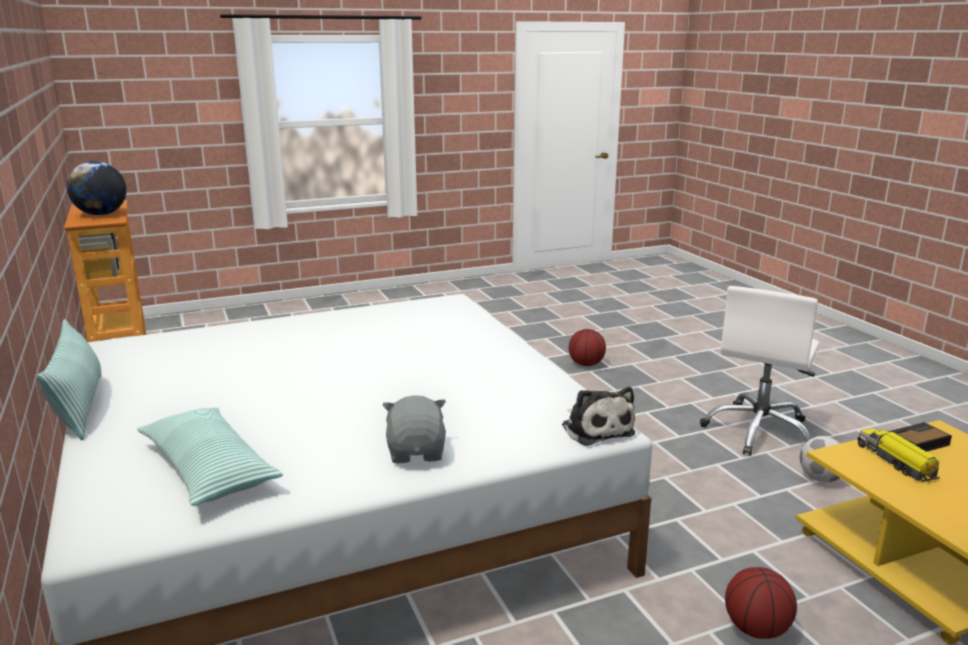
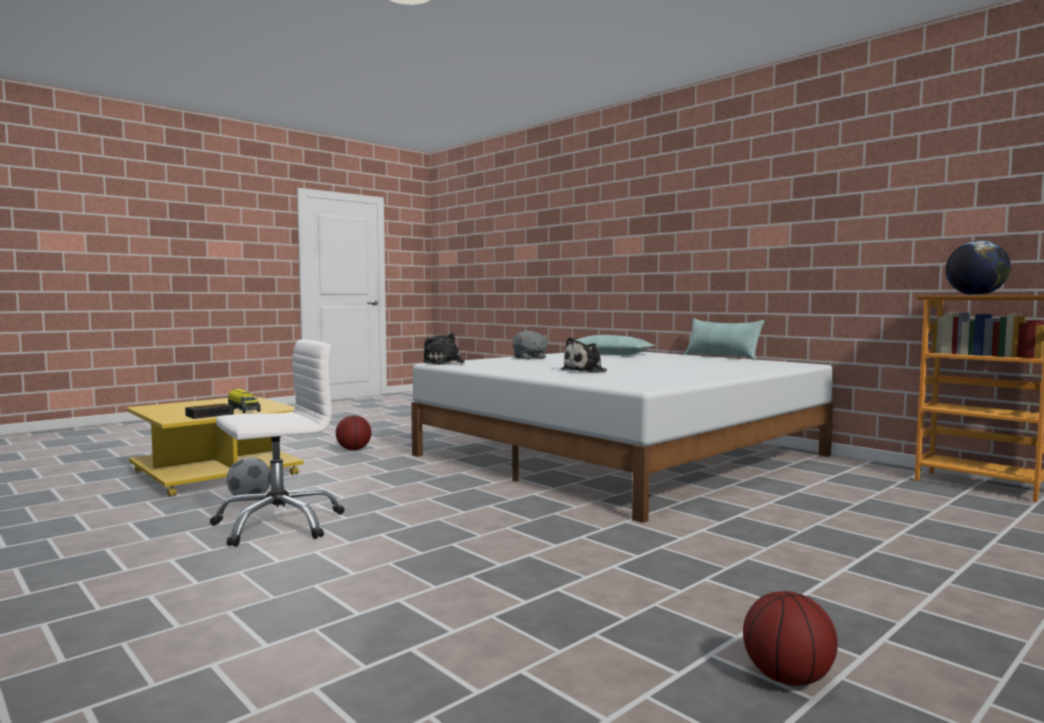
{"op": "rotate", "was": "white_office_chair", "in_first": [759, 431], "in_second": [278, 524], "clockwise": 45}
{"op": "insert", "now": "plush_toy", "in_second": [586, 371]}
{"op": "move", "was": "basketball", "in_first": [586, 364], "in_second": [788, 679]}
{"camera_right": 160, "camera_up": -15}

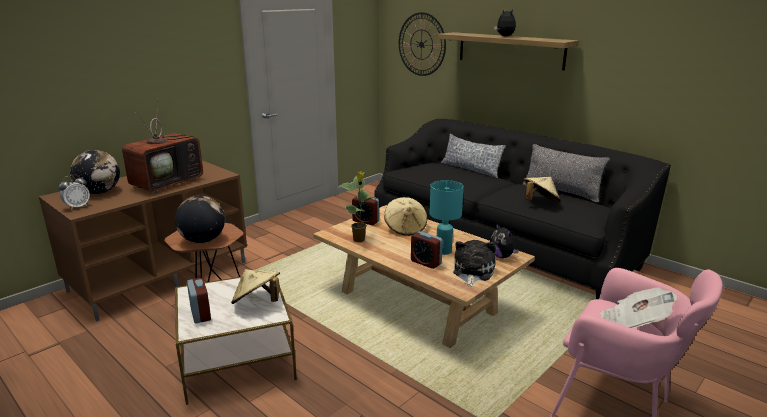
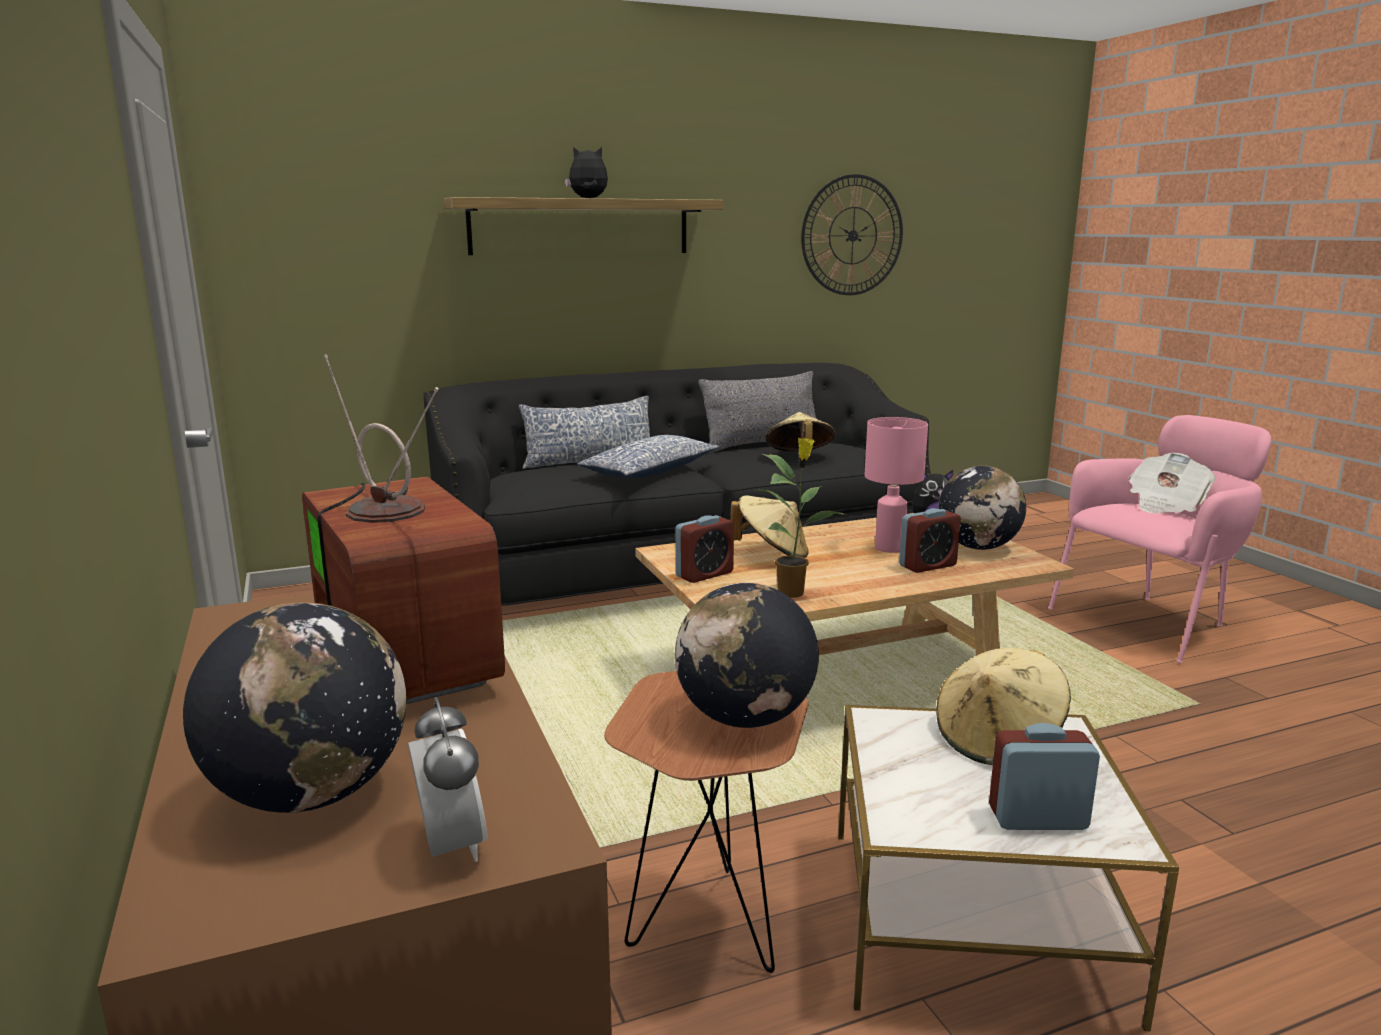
{"op": "insert", "now": "pillow", "in_second": [649, 471]}
{"op": "move", "was": "wall_clock", "in_first": [421, 44], "in_second": [852, 235]}
{"op": "recolor", "was": "turquoise_table_lamp", "now": "pink_table_lamp", "in_first": [444, 251], "in_second": [890, 548]}
{"op": "replace", "was": "plush_toy", "now": "globe", "in_first": [472, 272], "in_second": [978, 547]}
{"camera_right": -65, "camera_up": -5}

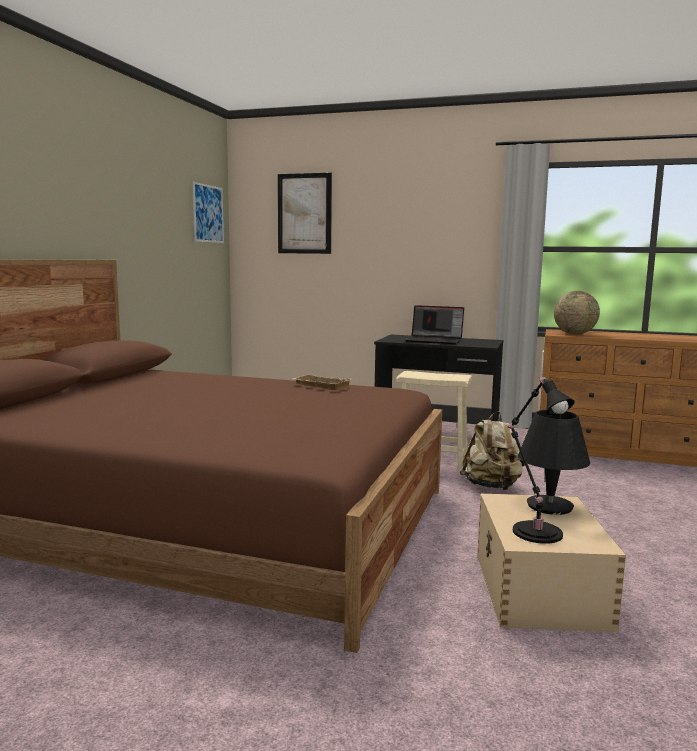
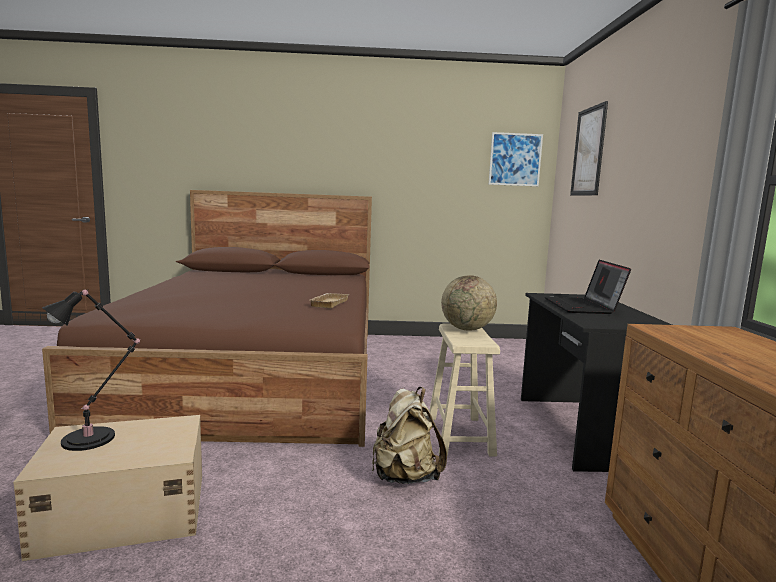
{"op": "move", "was": "globe", "in_first": [574, 334], "in_second": [467, 329]}
{"op": "delete", "was": "black_table_lamp", "in_first": [549, 506]}
{"camera_right": 70, "camera_up": 0}

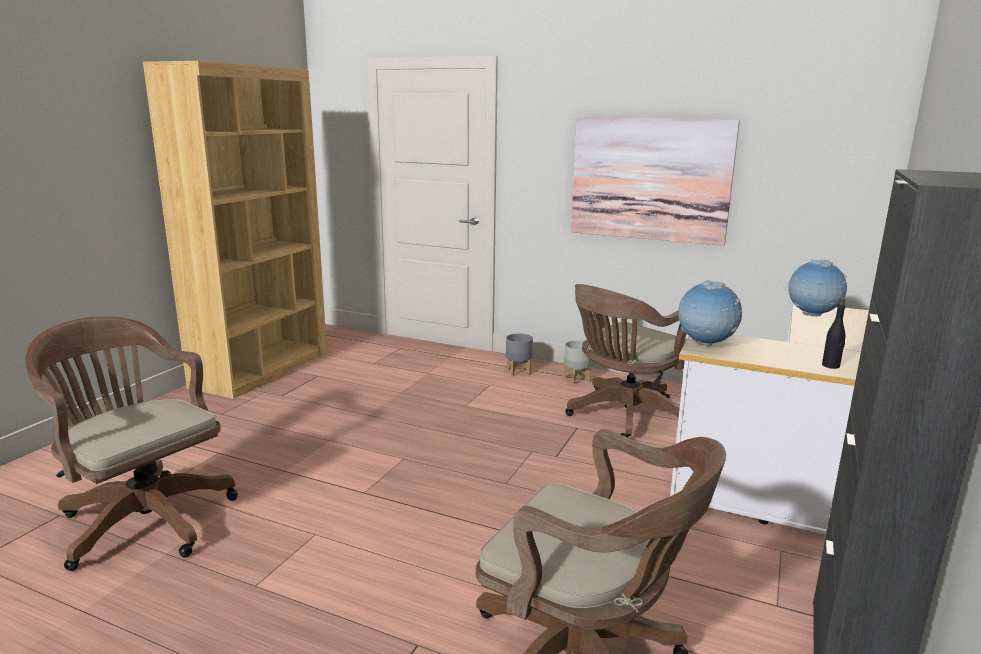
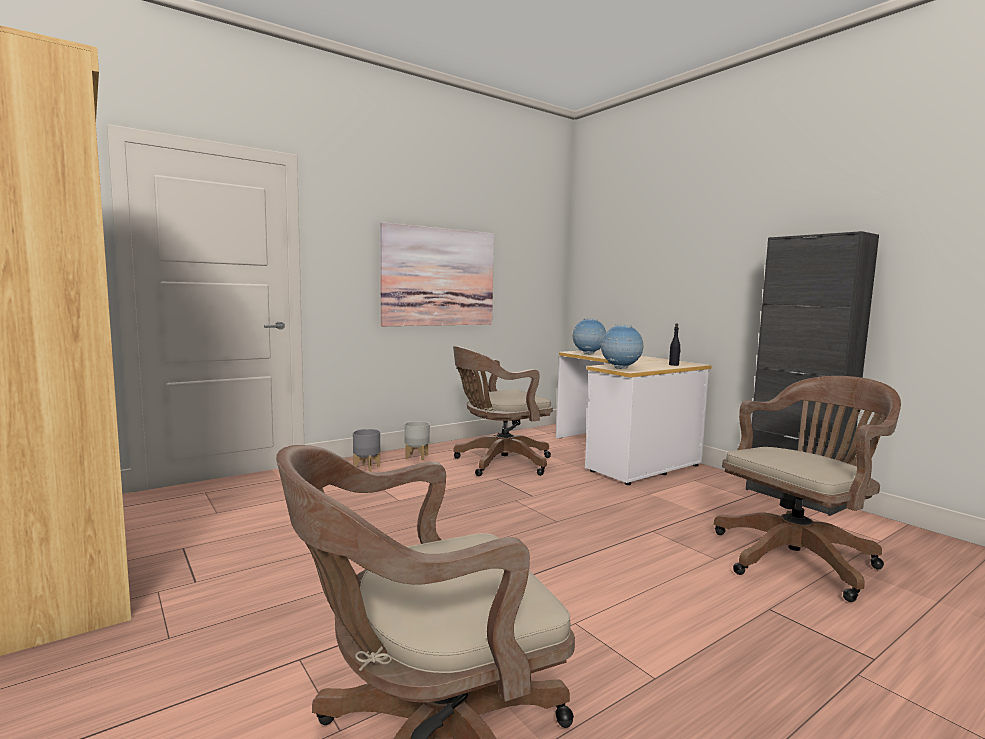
{"op": "rotate", "was": "brown_office_chair", "in_first": [623, 417], "in_second": [499, 463], "clockwise": 75}
{"camera_right": -60, "camera_up": -10}

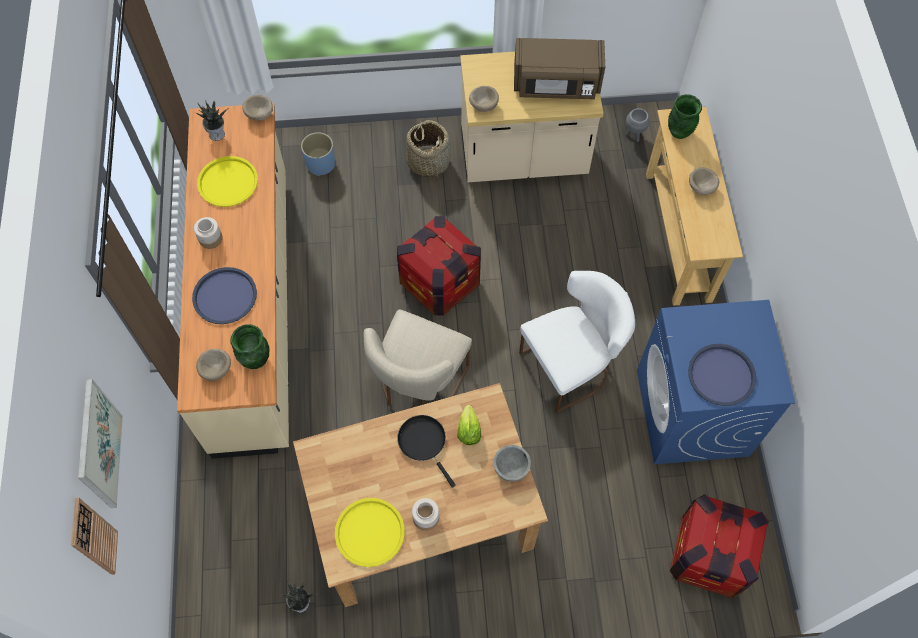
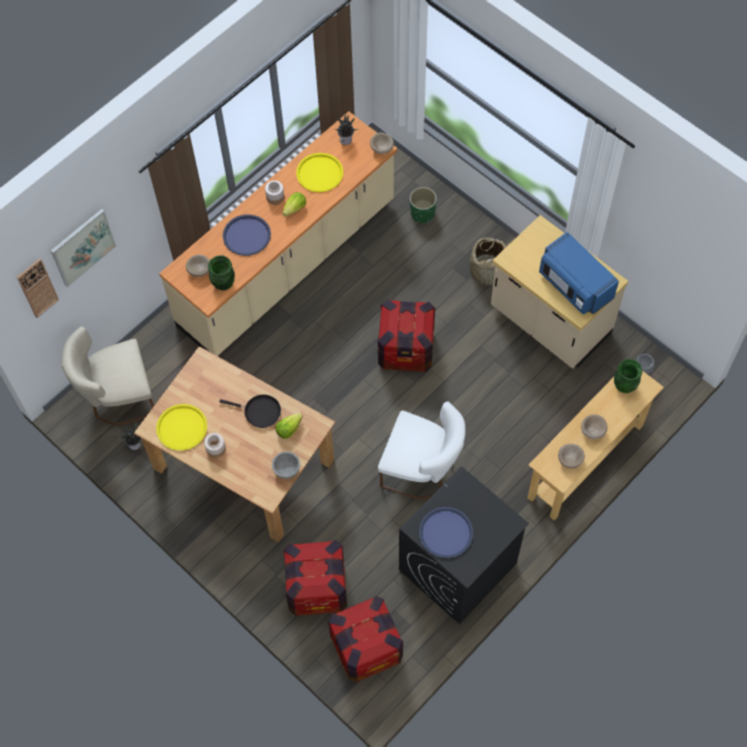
{"op": "move", "was": "beige_chair", "in_first": [419, 385], "in_second": [118, 397]}
{"op": "rotate", "was": "black_frying_pan", "in_first": [424, 443], "in_second": [259, 412], "clockwise": 90}
{"op": "insert", "now": "lettuce", "in_second": [295, 209]}
{"op": "insert", "now": "crate", "in_second": [317, 587]}
{"op": "recolor", "was": "blue_washing_machine", "now": "black_washing_machine", "in_first": [692, 413], "in_second": [457, 567]}
{"op": "recolor", "was": "blue_planter", "now": "green_planter", "in_first": [321, 164], "in_second": [423, 213]}
{"op": "recolor", "was": "brown_microwave", "now": "blue_microwave", "in_first": [556, 85], "in_second": [574, 285]}
{"op": "move", "was": "beige_bowl", "in_first": [483, 104], "in_second": [570, 459]}
{"camera_right": 50, "camera_up": 0}

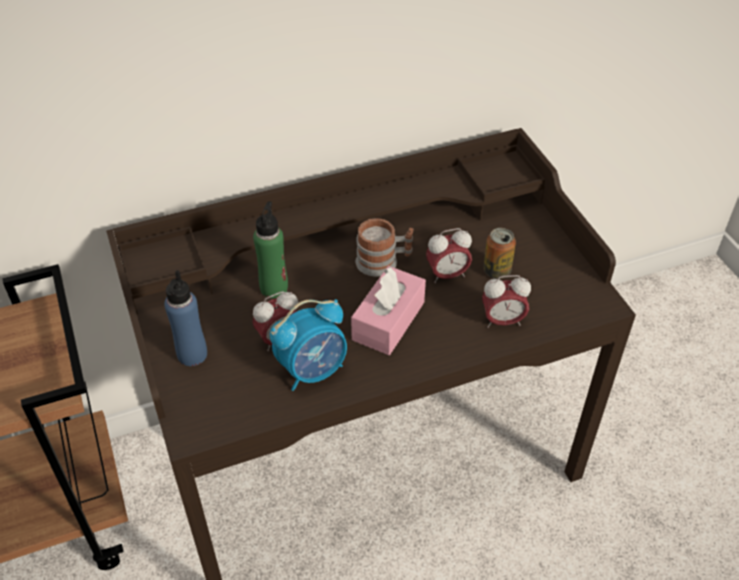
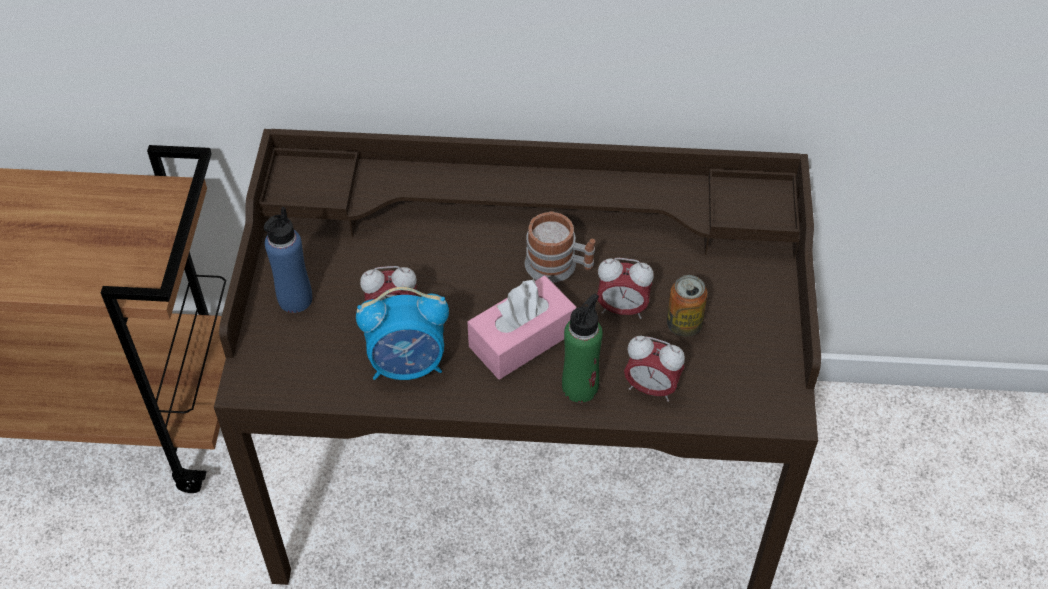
{"op": "move", "was": "green_bottle", "in_first": [274, 288], "in_second": [580, 387]}
{"camera_right": 25, "camera_up": 5}

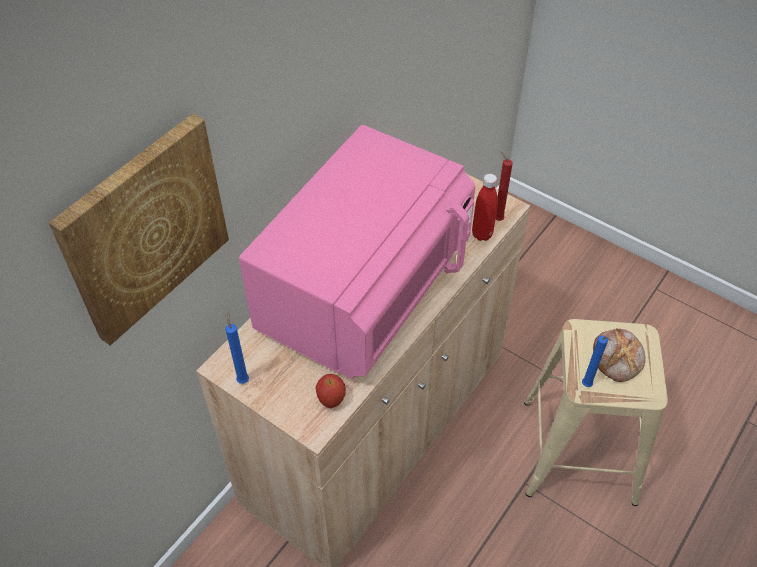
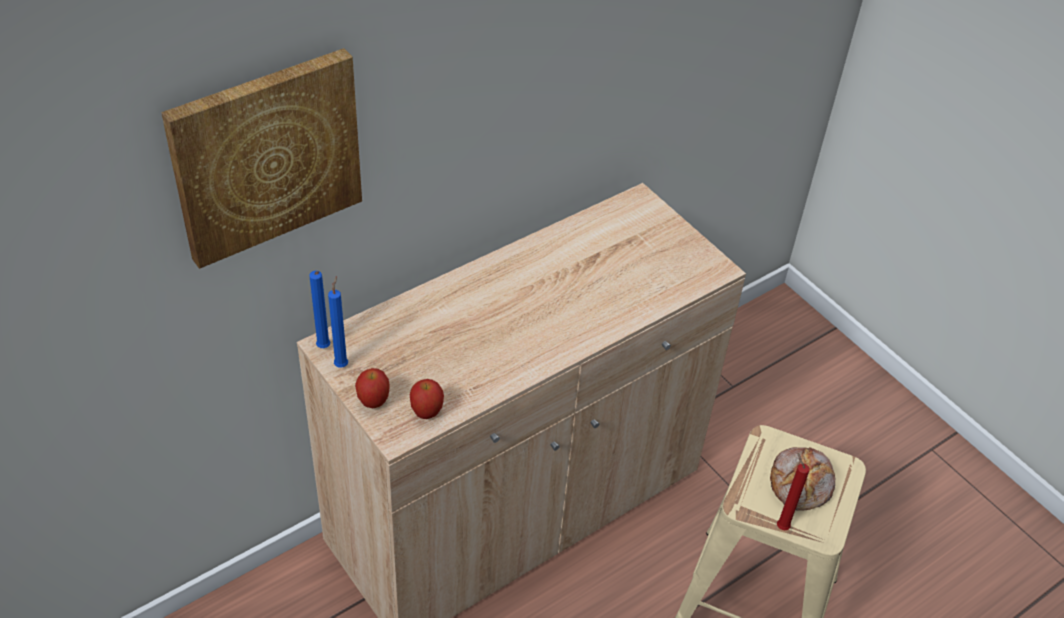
{"op": "move", "was": "blue_candle", "in_first": [587, 386], "in_second": [323, 349]}
{"op": "insert", "now": "apple", "in_second": [373, 402]}
{"op": "move", "was": "red_candle", "in_first": [496, 219], "in_second": [781, 526]}
{"op": "delete", "was": "pink_microwave", "in_first": [365, 291]}
{"op": "delete", "was": "red_bottle", "in_first": [482, 234]}
{"camera_right": 15, "camera_up": -5}

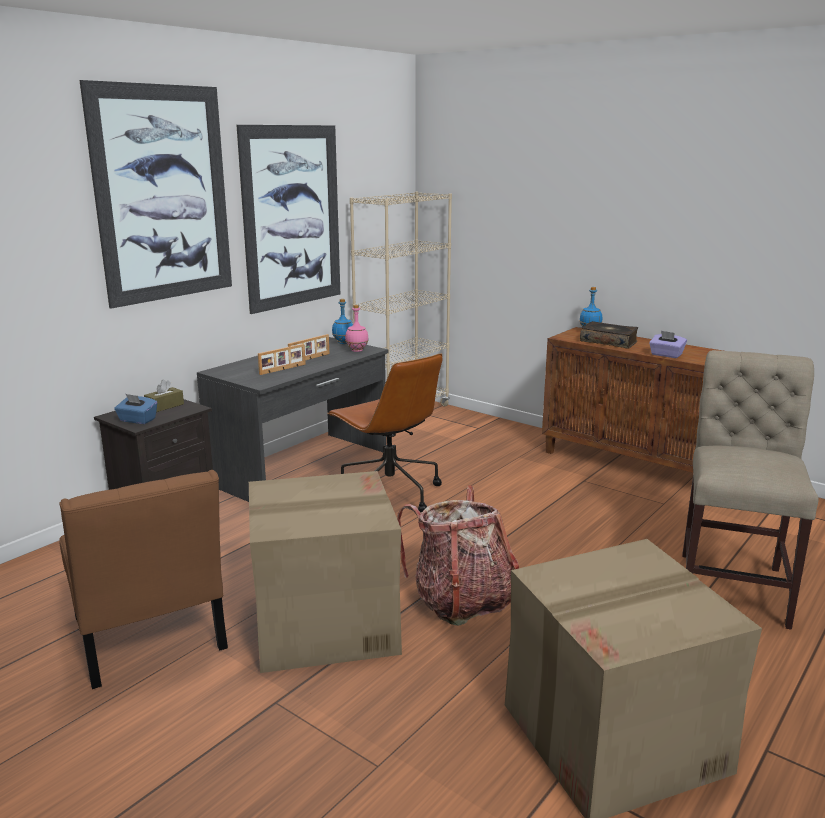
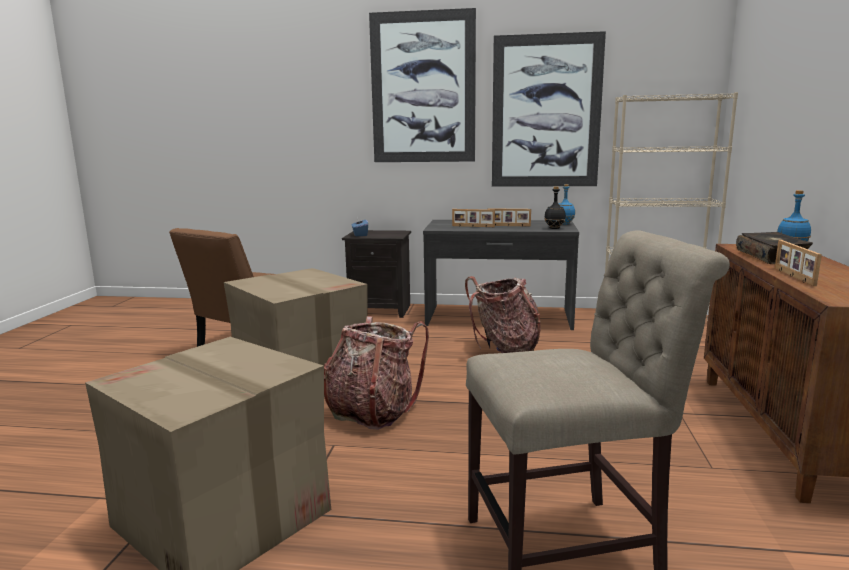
{"op": "replace", "was": "brown_office_chair", "now": "backpack", "in_first": [388, 493], "in_second": [504, 349]}
{"op": "recolor", "was": "pink_bottle", "now": "black_bottle", "in_first": [357, 350], "in_second": [554, 228]}
{"op": "replace", "was": "purple_tissue_box", "now": "picture_frame", "in_first": [666, 355], "in_second": [793, 276]}
{"op": "delete", "was": "brown_tissue_box", "in_first": [164, 406]}
{"camera_right": 60, "camera_up": -5}

